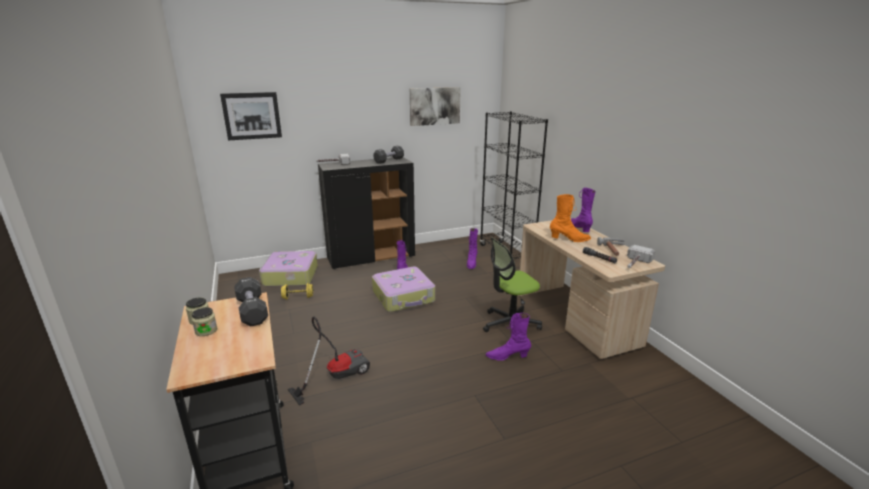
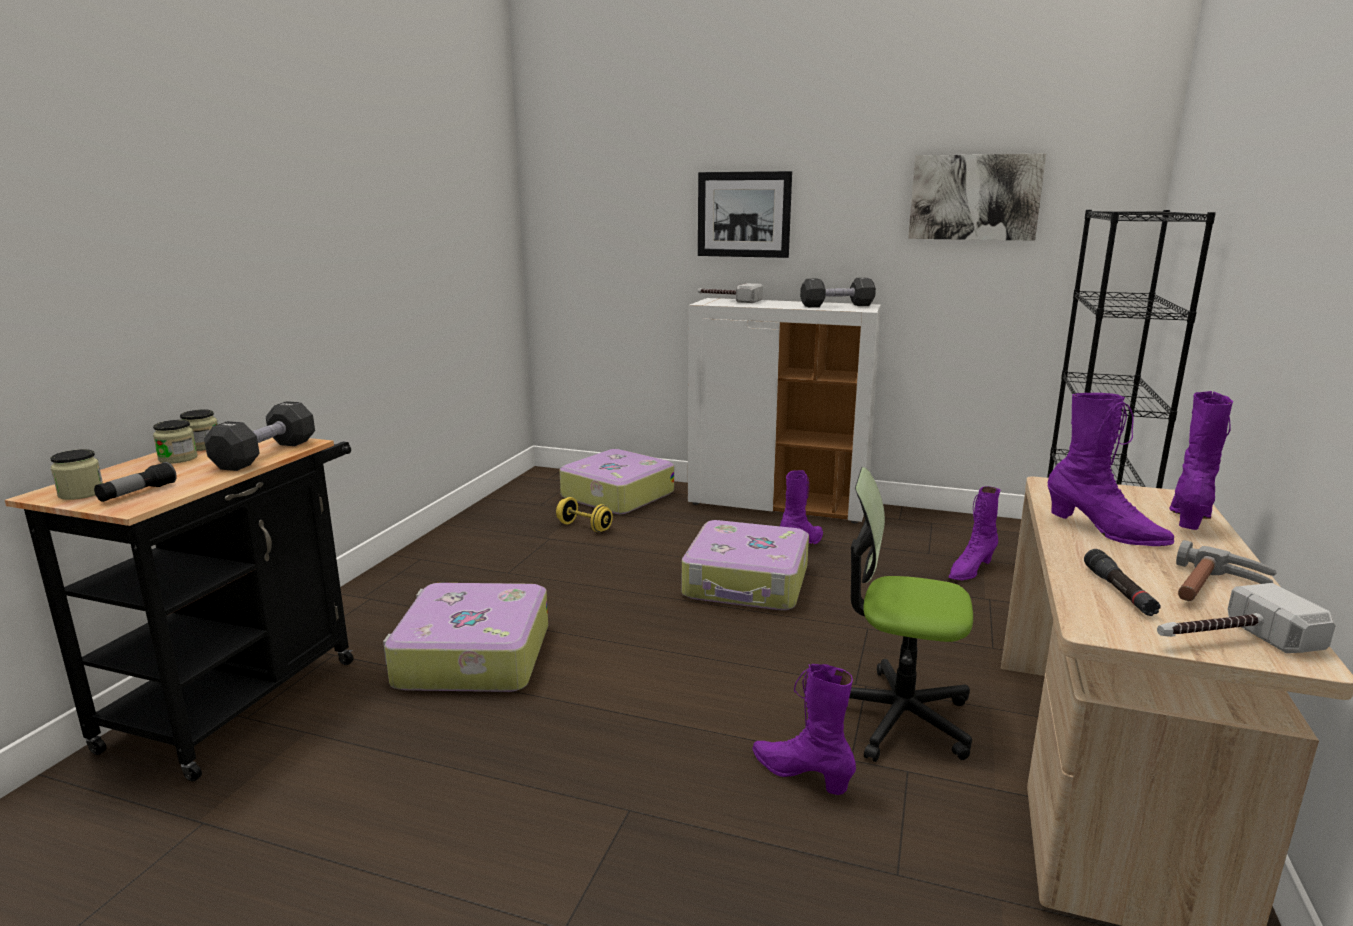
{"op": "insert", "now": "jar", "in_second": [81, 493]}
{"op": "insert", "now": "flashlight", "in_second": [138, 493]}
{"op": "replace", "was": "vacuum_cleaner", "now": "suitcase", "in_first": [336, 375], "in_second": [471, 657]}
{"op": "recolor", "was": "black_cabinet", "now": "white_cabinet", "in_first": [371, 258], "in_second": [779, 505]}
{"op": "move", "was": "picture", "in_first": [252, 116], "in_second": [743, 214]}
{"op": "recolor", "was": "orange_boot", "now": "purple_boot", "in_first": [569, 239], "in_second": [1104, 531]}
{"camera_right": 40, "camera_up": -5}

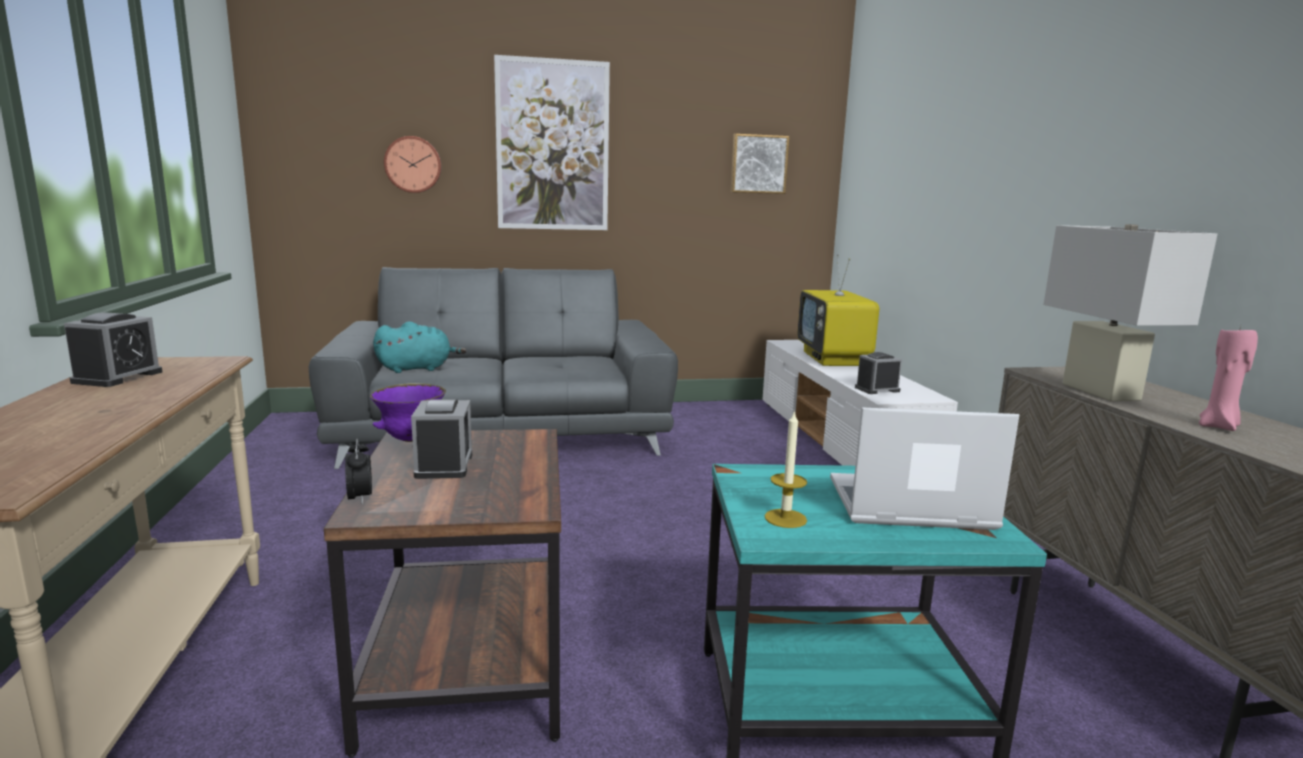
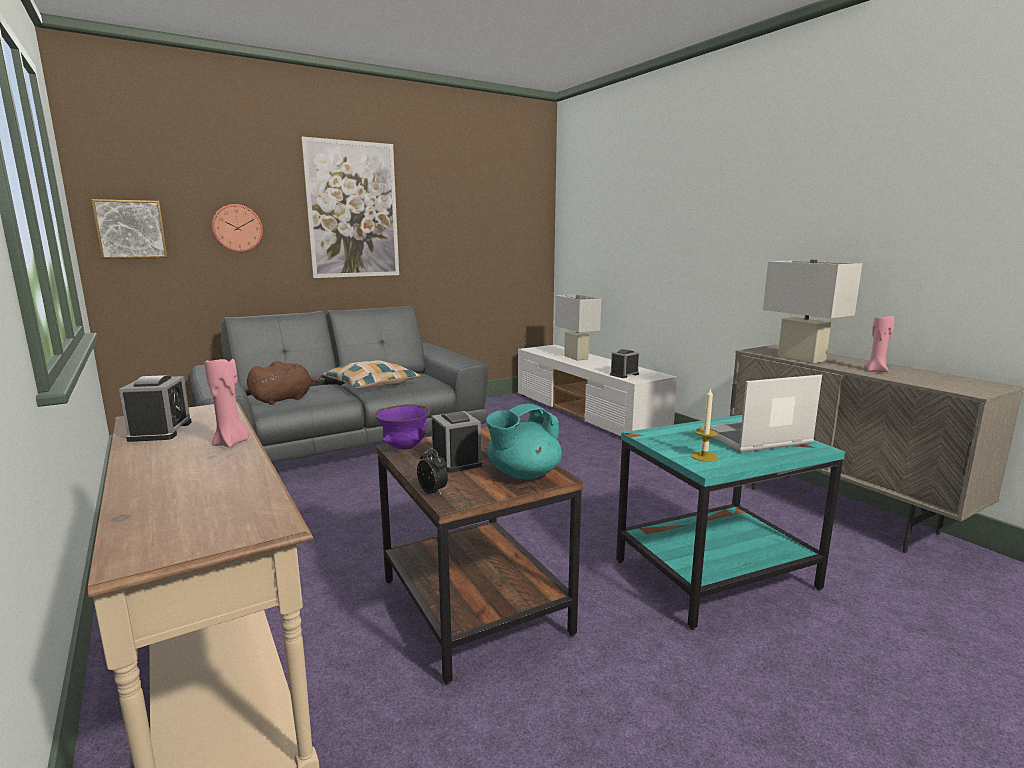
{"op": "move", "was": "picture", "in_first": [758, 164], "in_second": [130, 229]}
{"op": "insert", "now": "pink_candle", "in_second": [231, 443]}
{"op": "recolor", "was": "turquoise_plush_toy", "now": "brown_plush_toy", "in_first": [418, 369], "in_second": [284, 399]}
{"op": "insert", "now": "pillow", "in_second": [372, 384]}
{"op": "insert", "now": "turquoise_teapot", "in_second": [523, 474]}
{"op": "replace", "was": "television", "now": "white_table_lamp", "in_first": [833, 359], "in_second": [576, 357]}
{"camera_right": -20, "camera_up": 0}

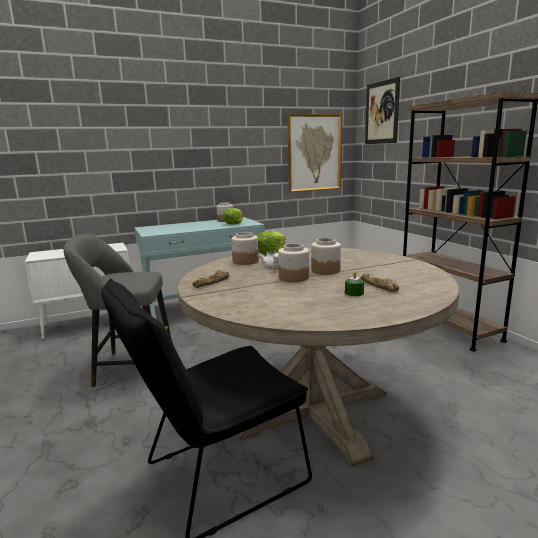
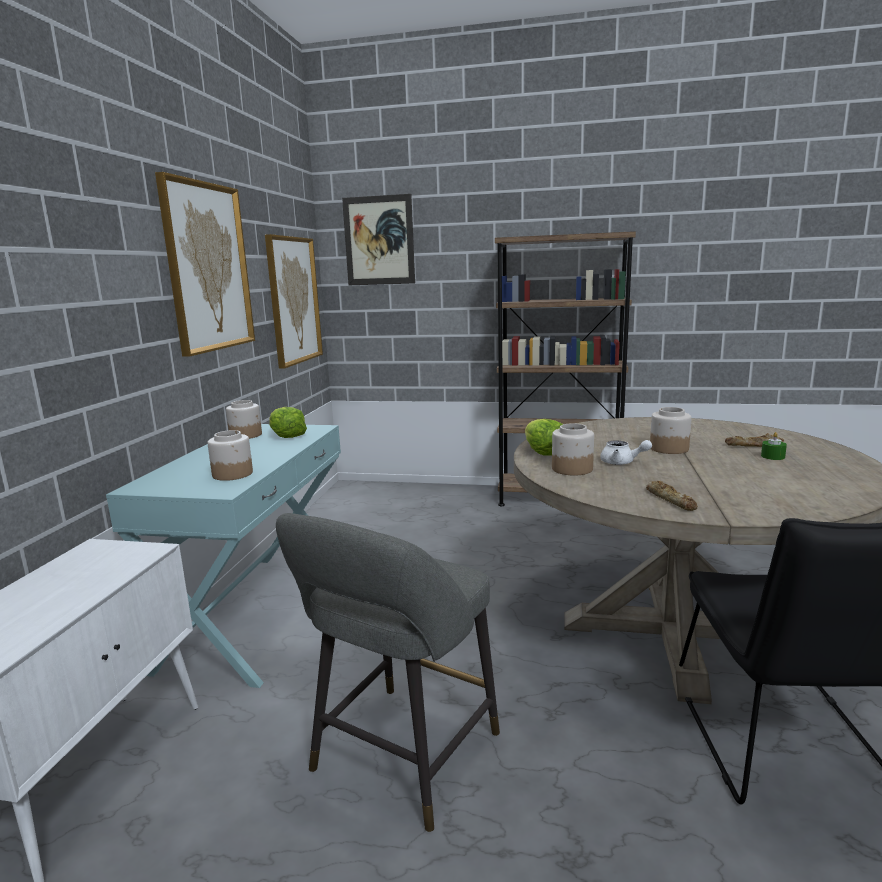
{"op": "insert", "now": "picture", "in_second": [208, 267]}
{"op": "move", "was": "jar", "in_first": [294, 277], "in_second": [233, 474]}
{"camera_right": -55, "camera_up": 0}

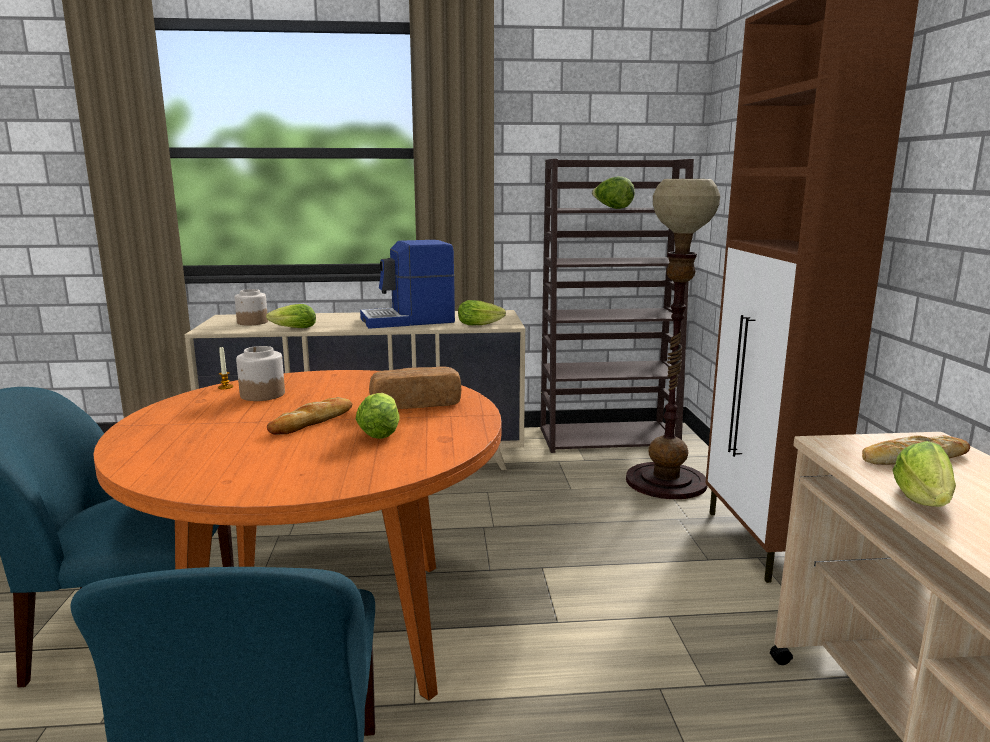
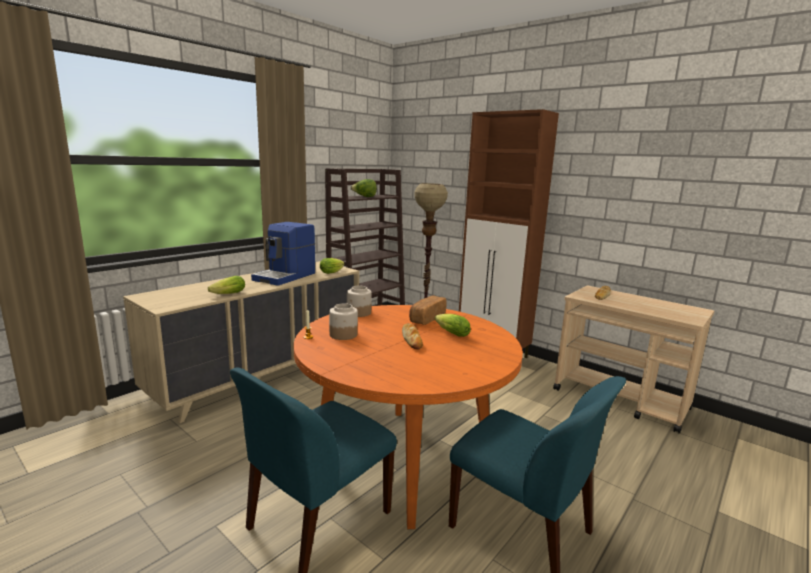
{"op": "move", "was": "jar", "in_first": [252, 322], "in_second": [359, 313]}
{"op": "delete", "was": "lettuce", "in_first": [923, 501]}
{"camera_right": -45, "camera_up": 0}

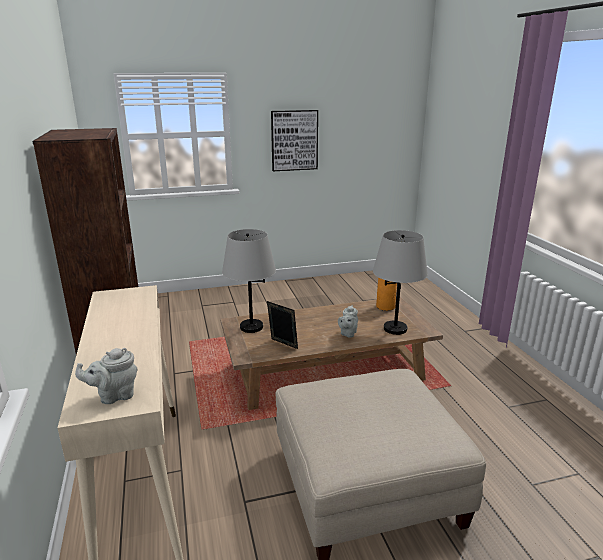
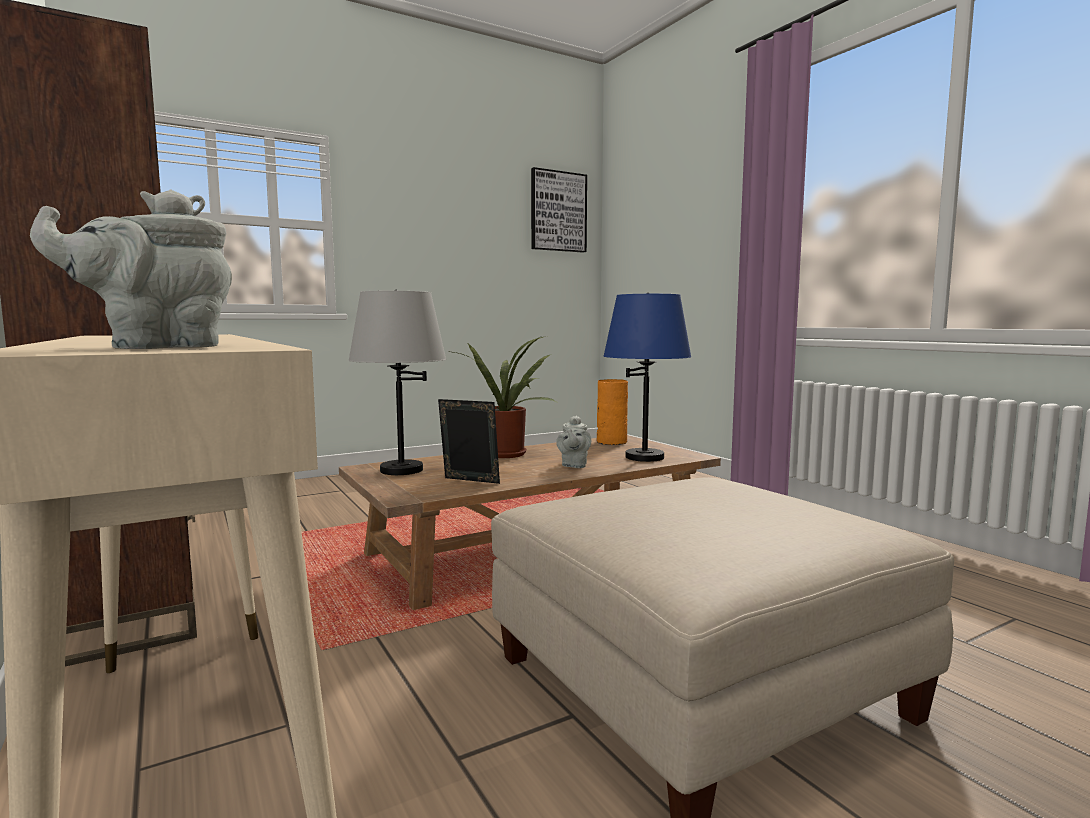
{"op": "insert", "now": "potted_plant", "in_second": [506, 453]}
{"op": "move", "was": "picture", "in_first": [294, 140], "in_second": [558, 211]}
{"op": "recolor", "was": "grey_table_lamp", "now": "blue_table_lamp", "in_first": [395, 328], "in_second": [644, 457]}
{"camera_right": -15, "camera_up": -15}

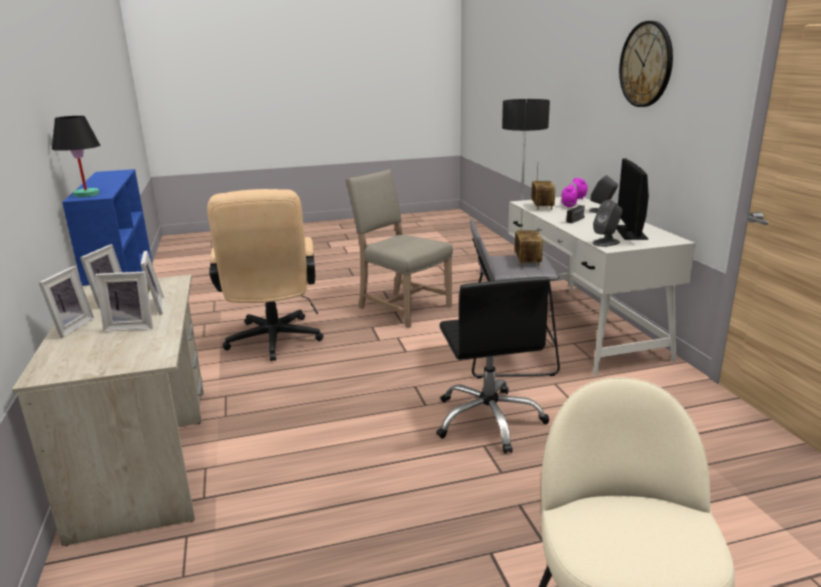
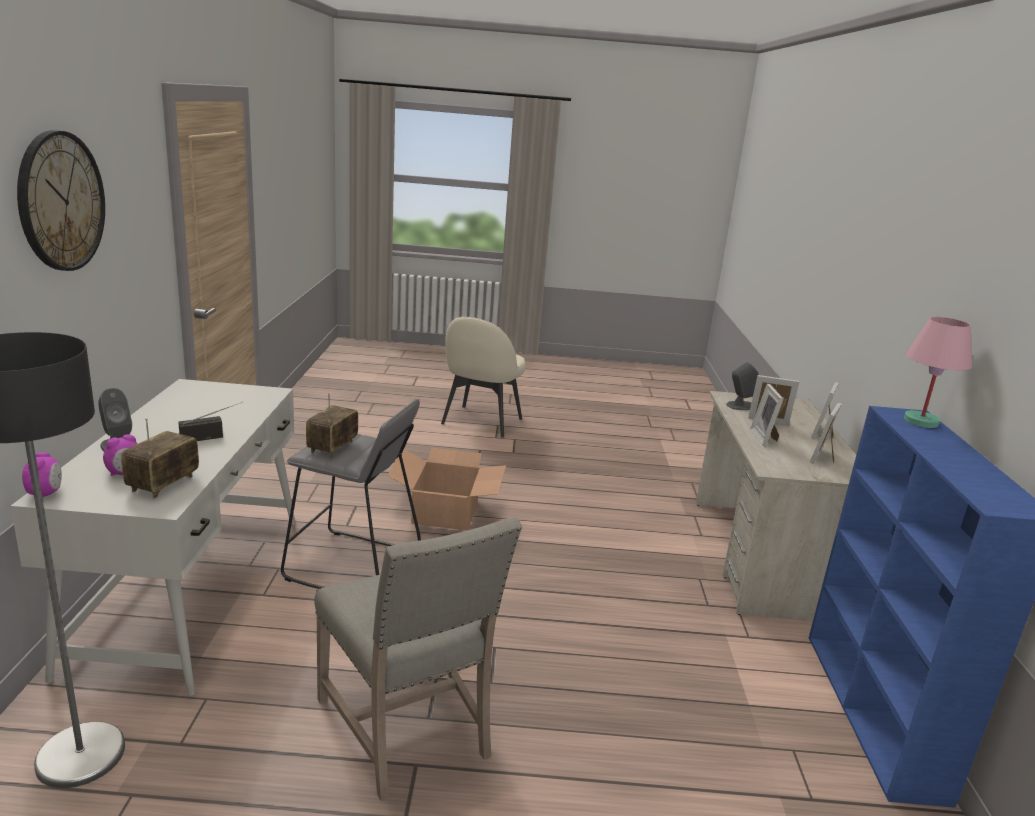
{"op": "replace", "was": "black_office_chair", "now": "cardboard_box", "in_first": [489, 420], "in_second": [446, 511]}
{"op": "move", "was": "grey_speaker", "in_first": [606, 242], "in_second": [740, 406]}
{"op": "recolor", "was": "black_table_lamp", "now": "pink_table_lamp", "in_first": [87, 194], "in_second": [920, 421]}
{"op": "delete", "was": "beige_office_chair", "in_first": [273, 343]}
{"op": "delete", "was": "monitor", "in_first": [630, 232]}
{"camera_right": -165, "camera_up": 0}

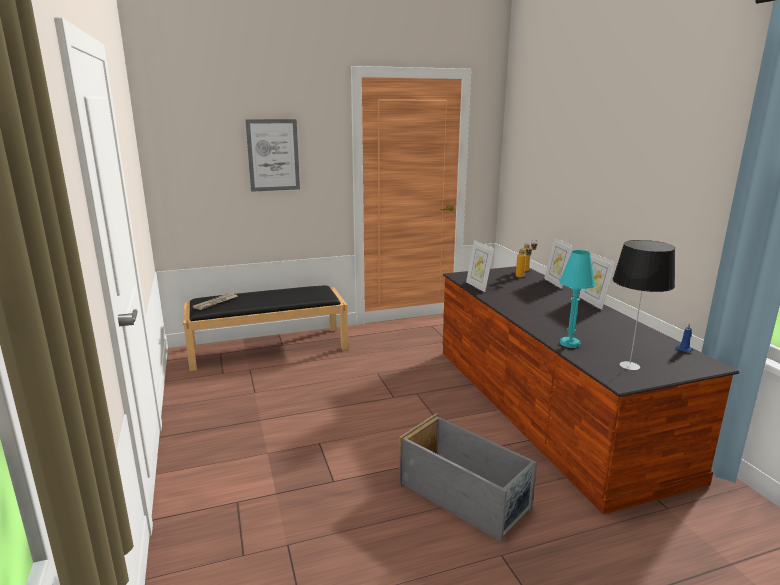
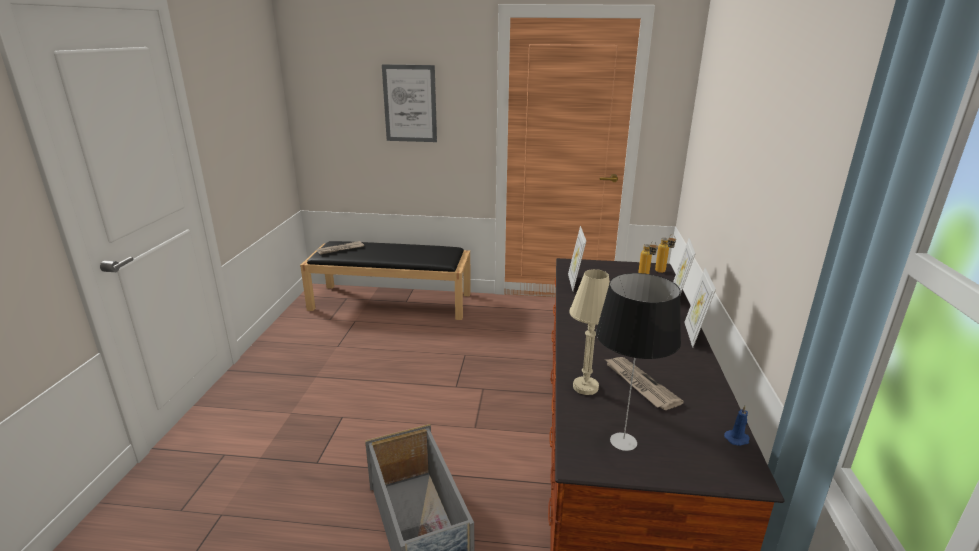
{"op": "recolor", "was": "turquoise_table_lamp", "now": "beige_table_lamp", "in_first": [570, 343], "in_second": [585, 387]}
{"op": "insert", "now": "newspaper", "in_second": [639, 384]}
{"camera_right": 25, "camera_up": 5}

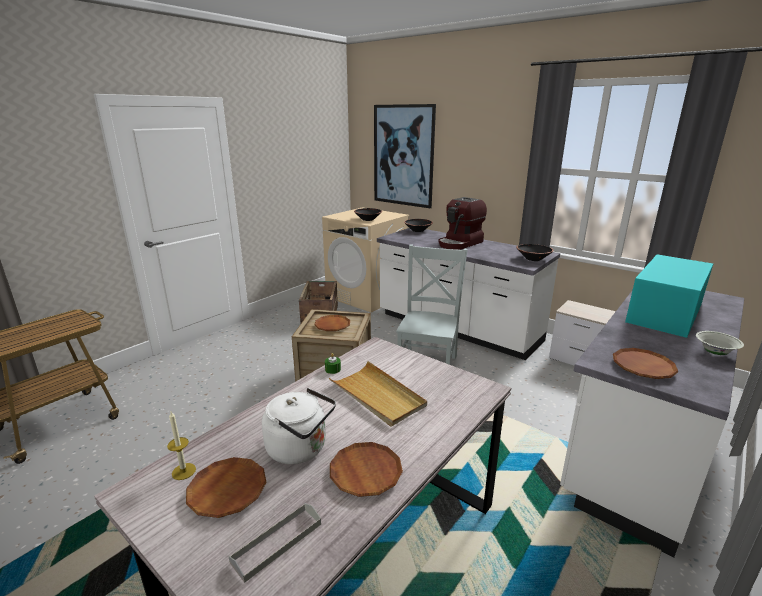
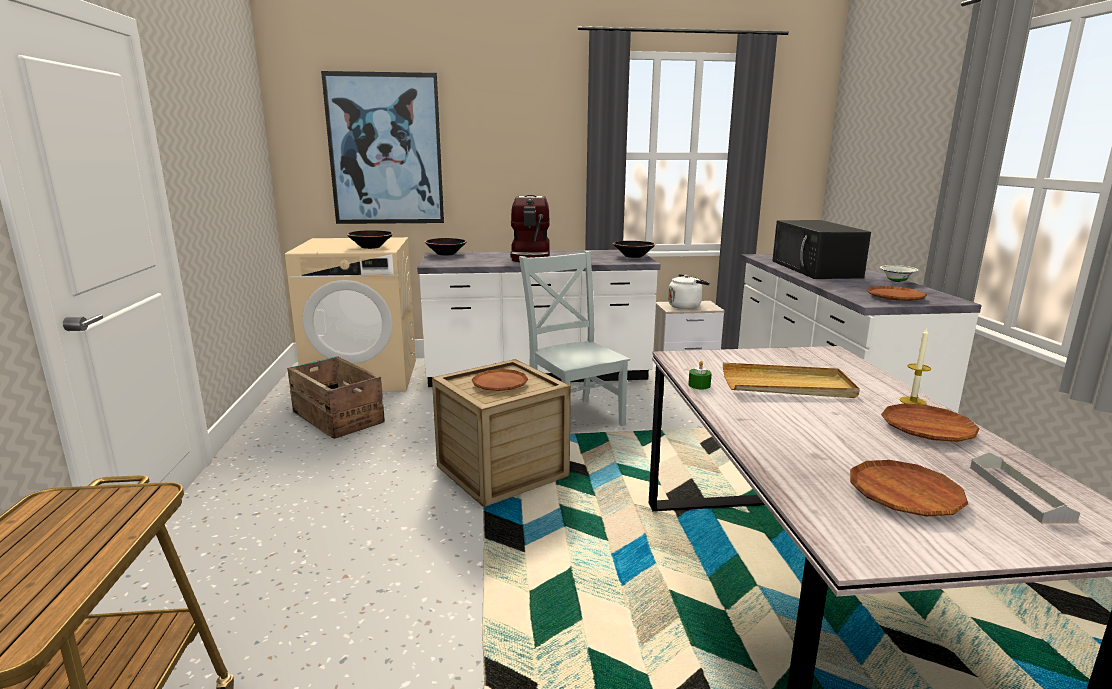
{"op": "move", "was": "white_kettle", "in_first": [300, 449], "in_second": [686, 306]}
{"op": "recolor", "was": "turquoise_microwave", "now": "black_microwave", "in_first": [665, 313], "in_second": [816, 269]}
{"op": "move", "was": "candle", "in_first": [184, 471], "in_second": [912, 401]}
{"camera_right": -45, "camera_up": -5}

